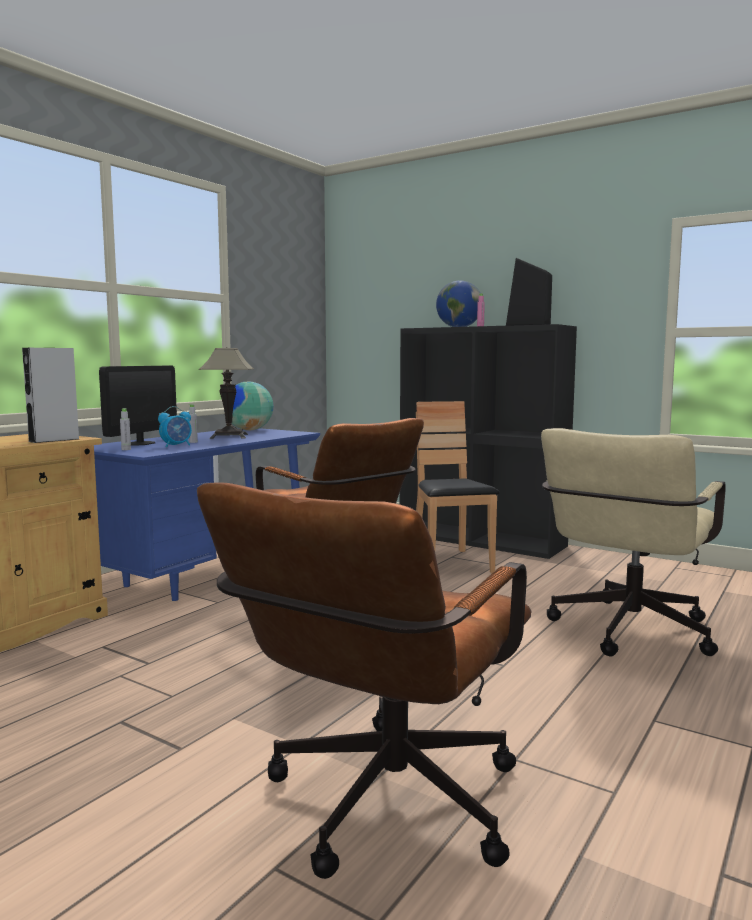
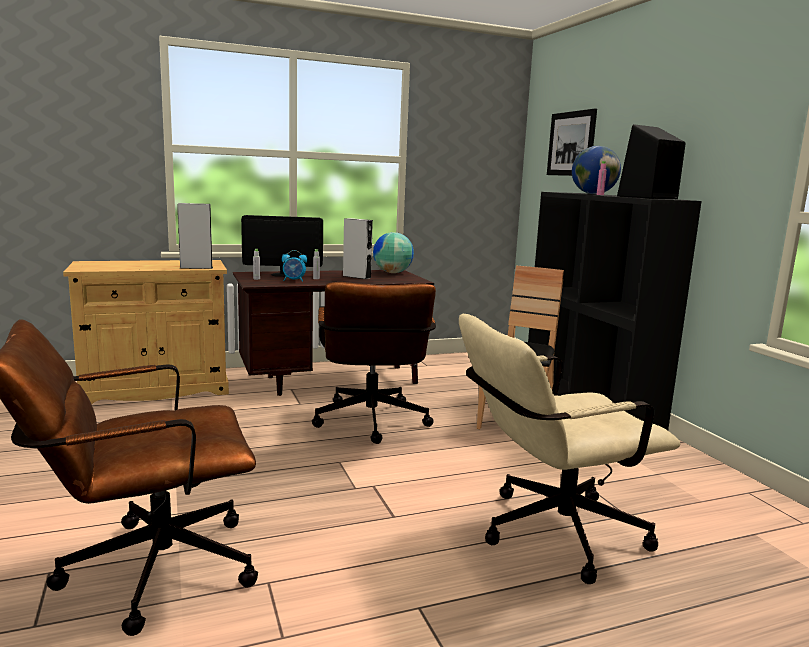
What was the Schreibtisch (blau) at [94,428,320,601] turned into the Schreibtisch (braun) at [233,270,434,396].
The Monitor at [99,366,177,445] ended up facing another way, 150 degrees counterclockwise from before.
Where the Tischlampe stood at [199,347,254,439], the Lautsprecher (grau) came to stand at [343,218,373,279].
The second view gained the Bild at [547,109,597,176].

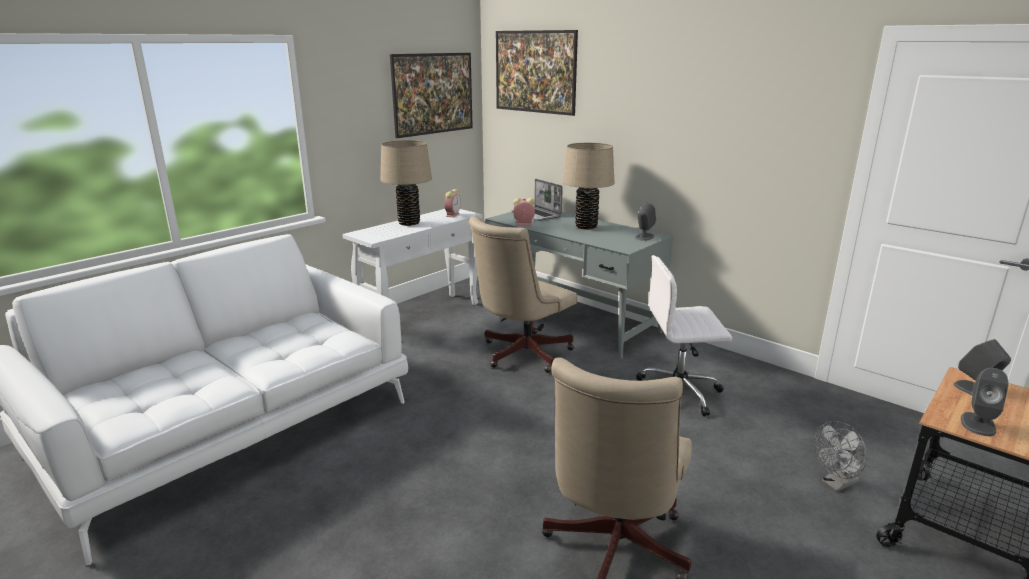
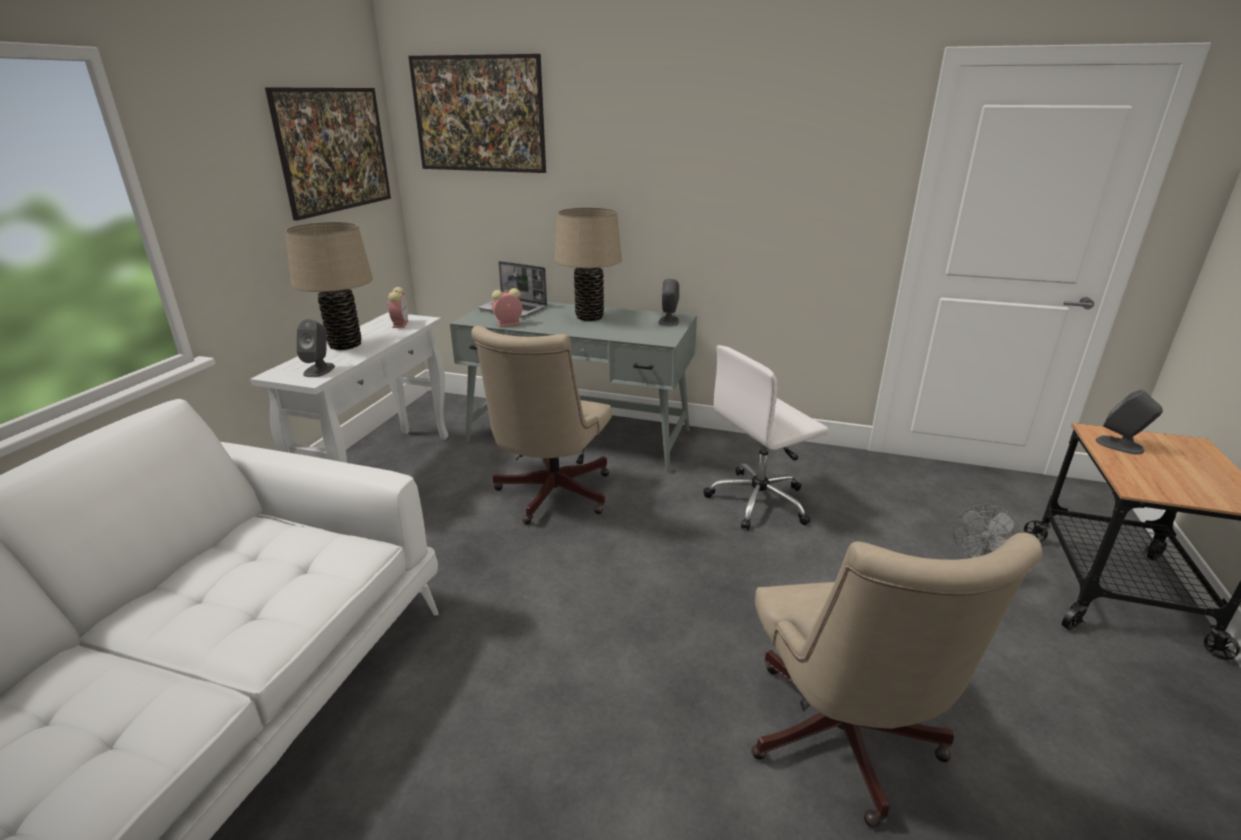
The Lautsprecher (grau) ended up elsewhere, having gone from [961,368,1009,436] to [296,319,335,377].

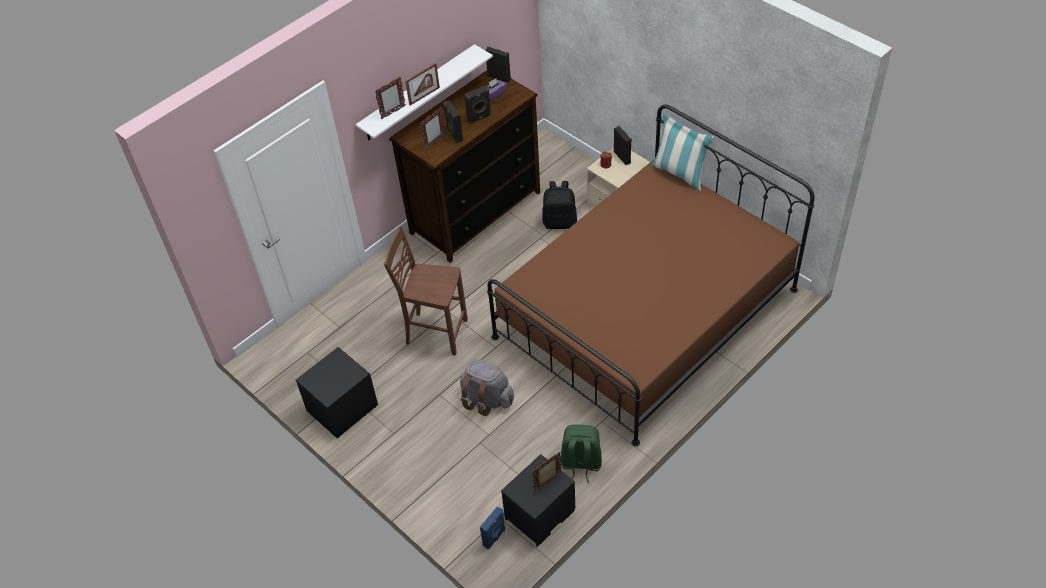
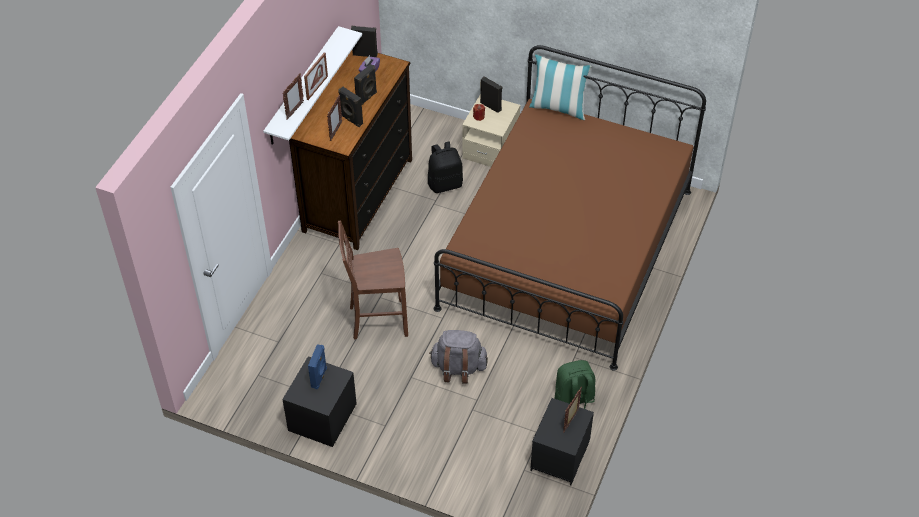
The Lautsprecher (blau) ended up elsewhere, having gone from [480,506,506,549] to [308,344,327,389].

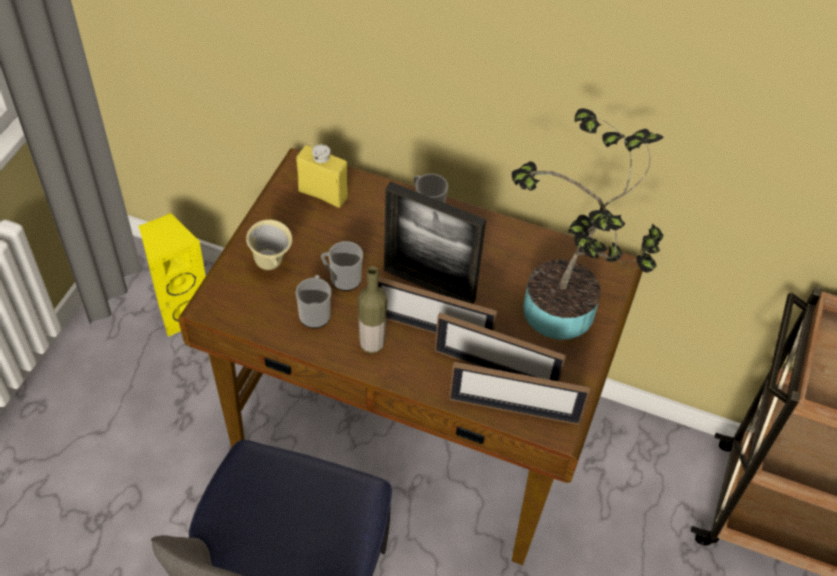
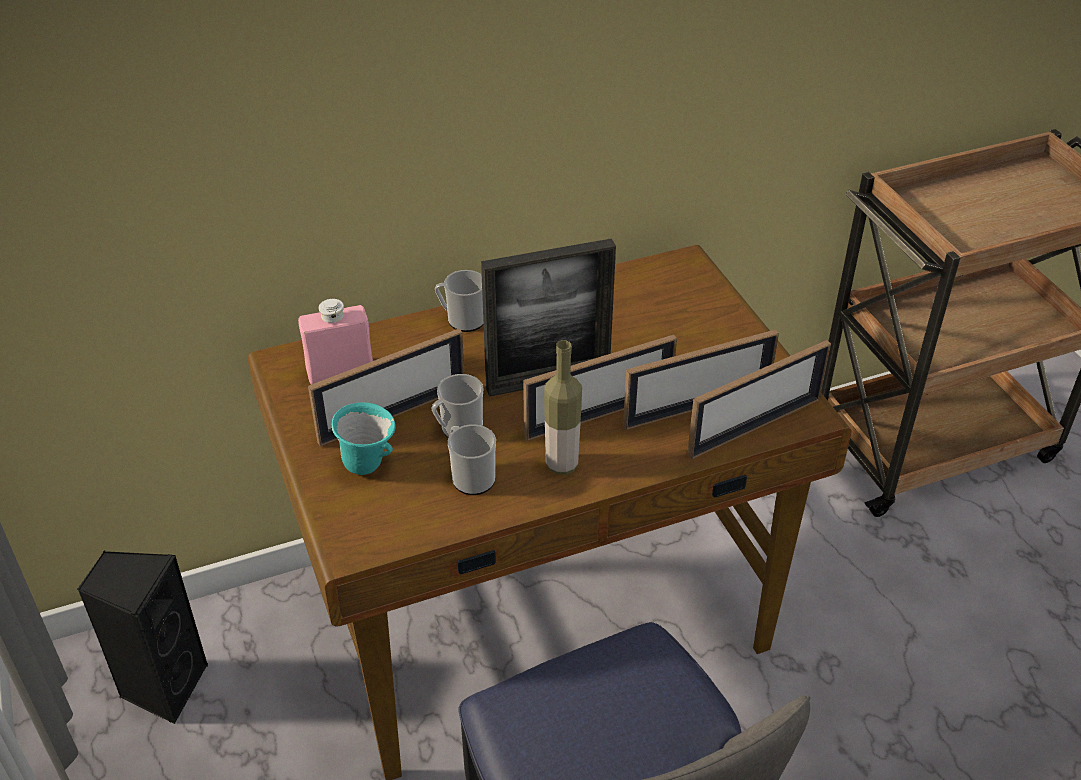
What was the Lautsprecher (gelb) at [139,213,206,337] turned into the Lautsprecher (schwarz) at [77,550,208,724].
What was the Flasche (gelb) at [296,144,348,208] turned into the Flasche (rosa) at [298,299,373,384].
The second view gained the Bilderrahmen at [308,329,465,447].
What was the Henkelbecher (beige) at [246,220,292,270] turned into the Henkelbecher (türkis) at [332,402,396,475].
The second view lost the Topfpflanze at [512,108,664,340].

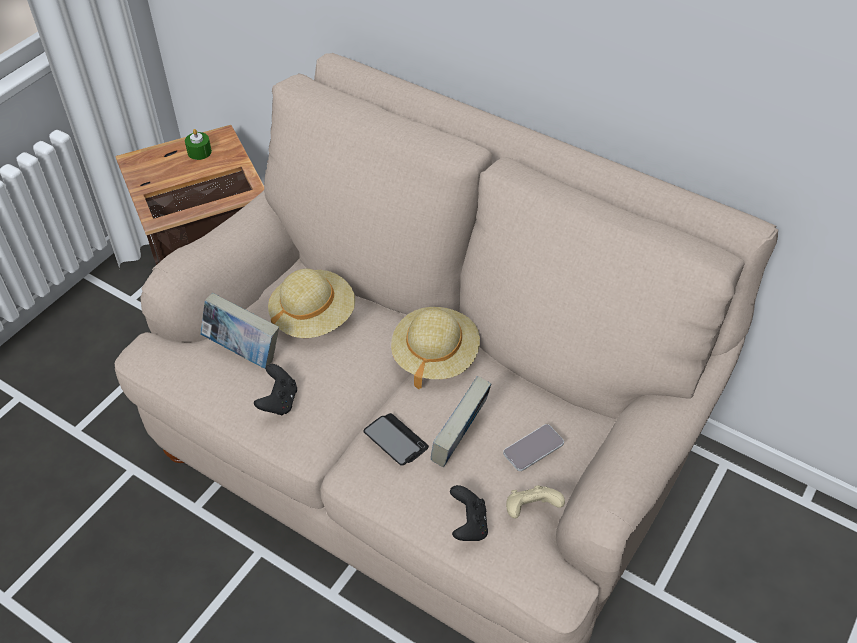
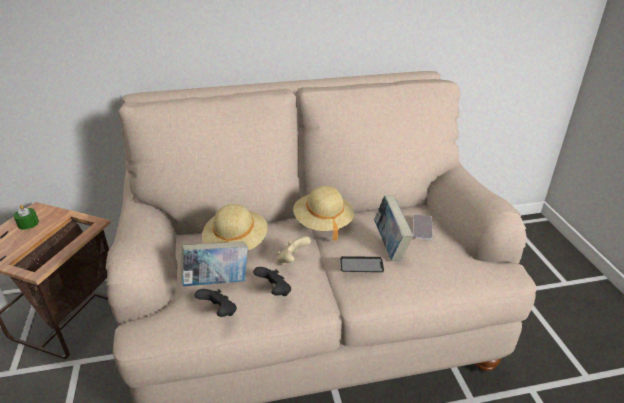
The Gamepad (schwarz) ended up elsewhere, having gone from [450,485,488,541] to [195,289,237,317].
The Gamepad (beige) ended up elsewhere, having gone from [506,485,565,518] to [277,236,311,265].

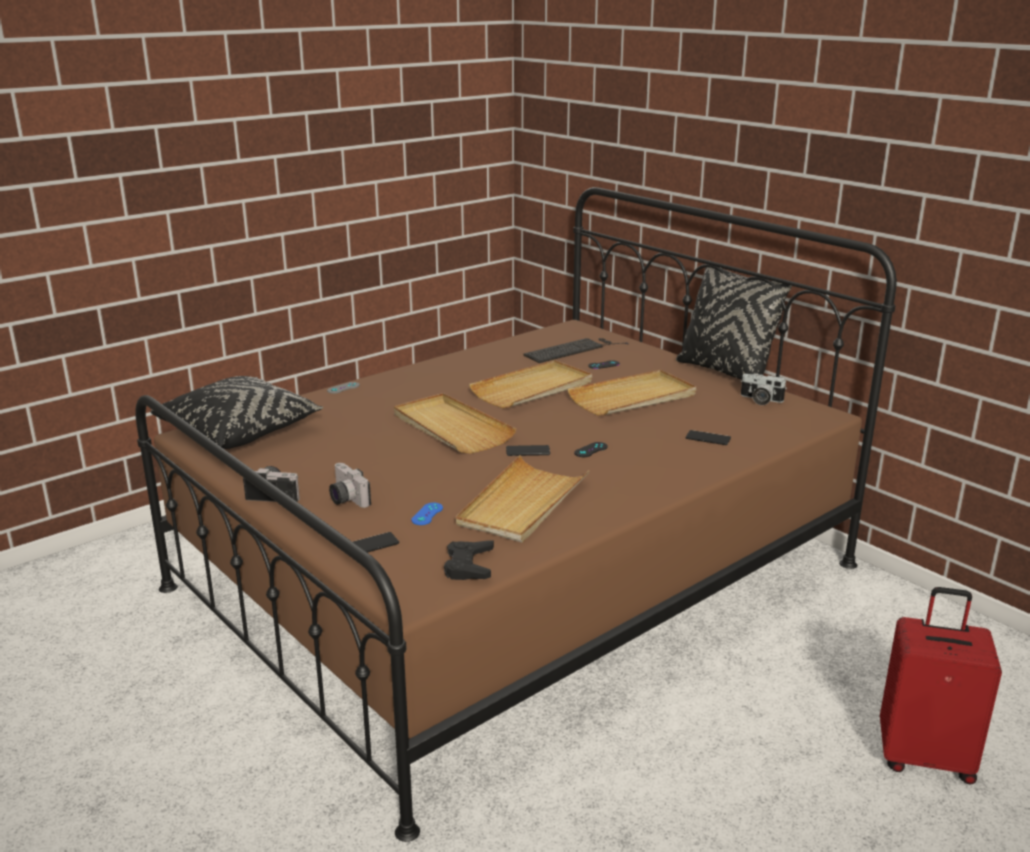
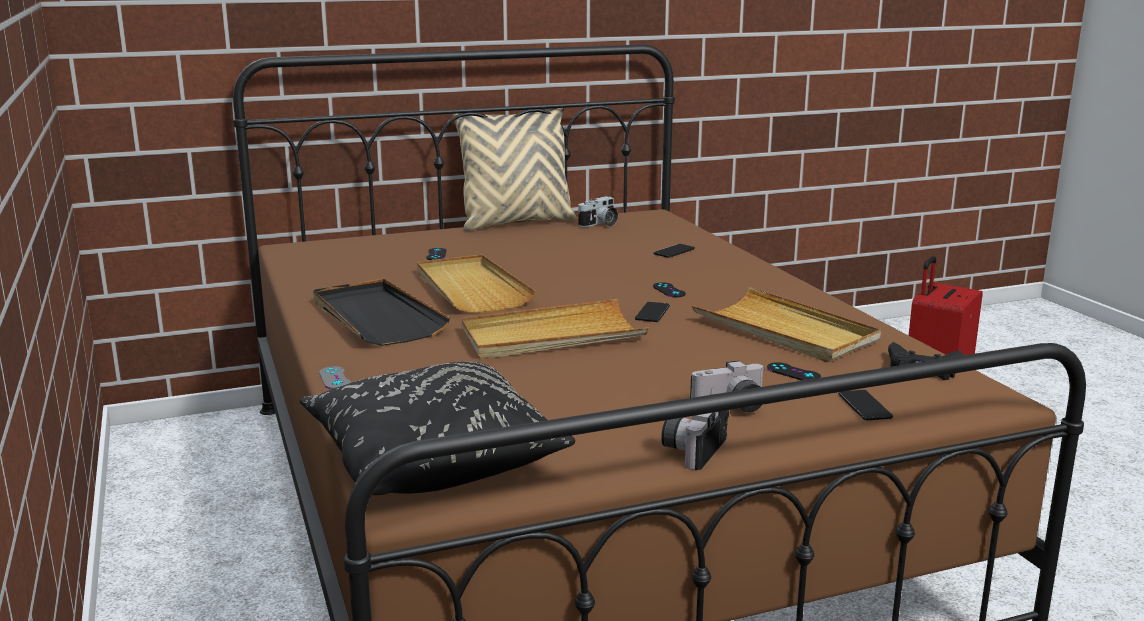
The second view gained the Tablett (schwarz) at [313,279,451,346].
What was the Kissen (schwarz) at [676,260,792,380] turned into the Kissen (beige) at [453,108,576,231].
What was the Gamepad (blau) at [411,503,443,525] turned into the Gamepad (schwarz) at [767,362,821,381].
The second view lost the Tastatur at [524,338,629,363].
The second view lost the Tablett (beige) at [568,370,696,416].

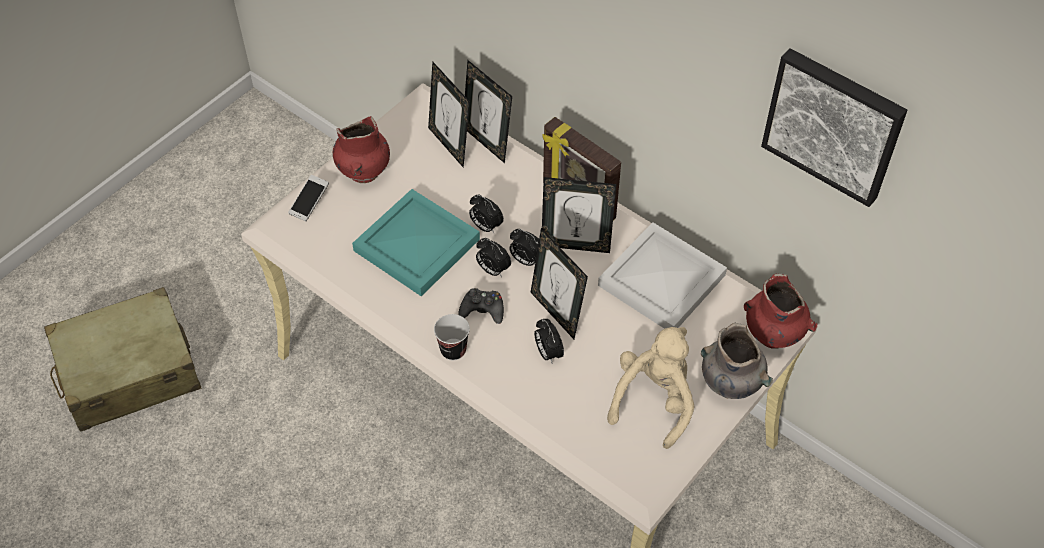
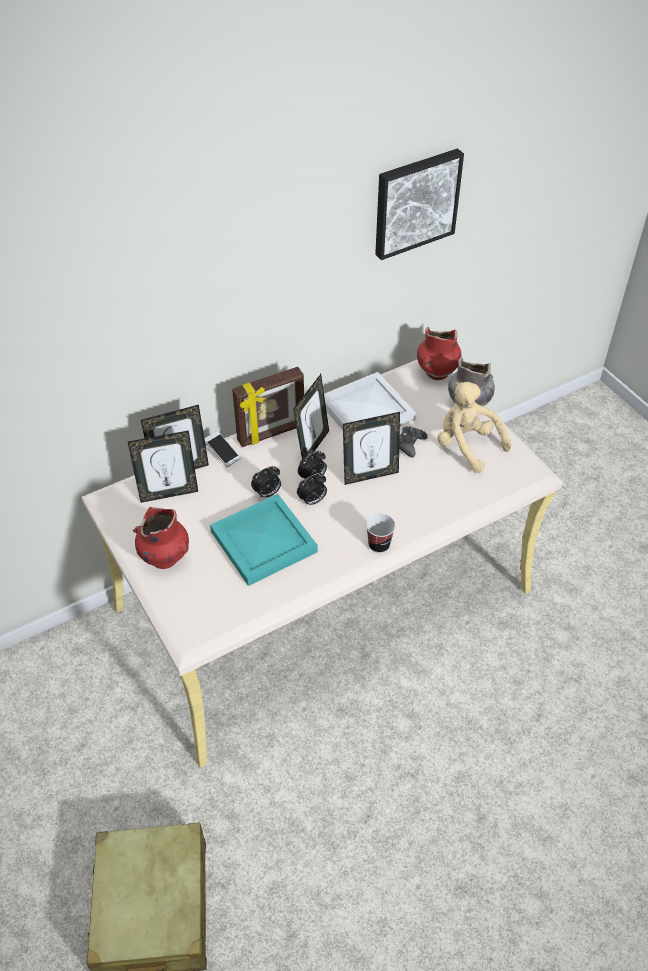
The Handy ended up elsewhere, having gone from [288,175,329,222] to [204,431,241,467].
The Gamepad (schwarz) ended up elsewhere, having gone from [458,288,504,324] to [399,426,428,457].
The second view lost the Wecker at [534,319,564,363].

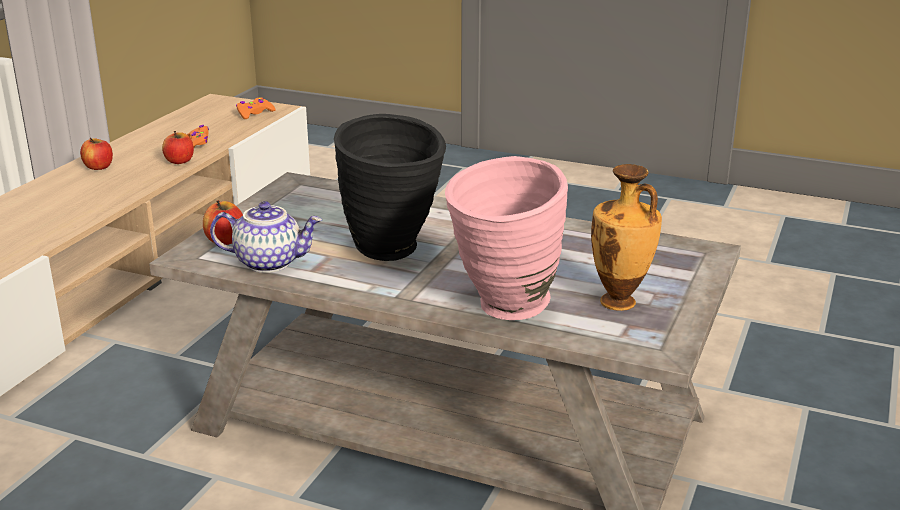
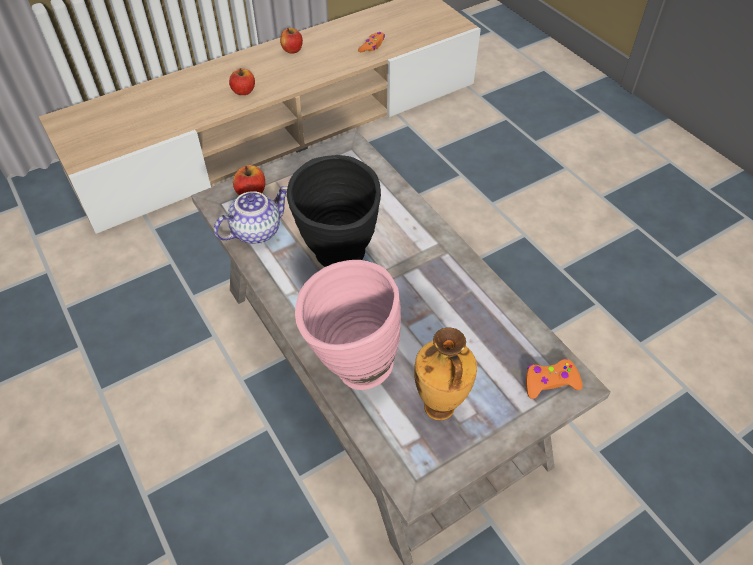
The Teekanne at [210,201,322,273] ended up facing another way, 75 degrees counterclockwise from before.
The Apfel ended up elsewhere, having gone from [162,131,194,164] to [229,68,255,95].
The Gamepad (orange) ended up elsewhere, having gone from [236,97,276,119] to [526,359,583,399].

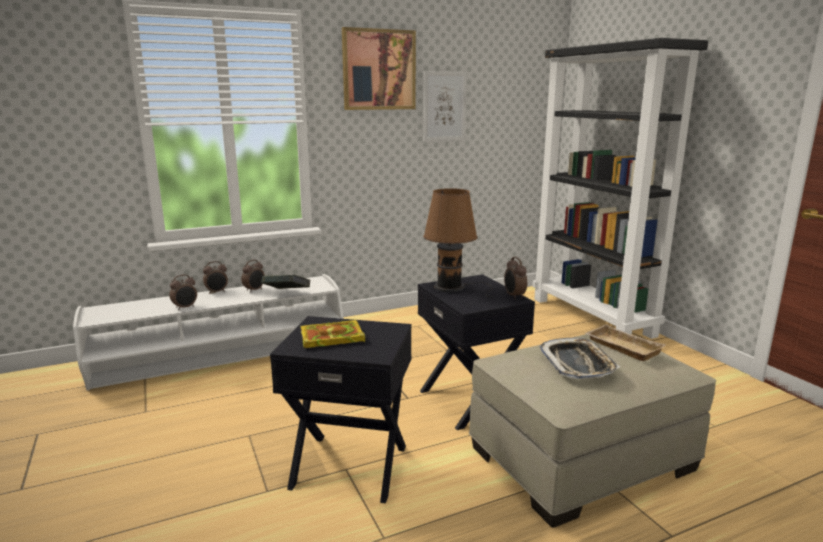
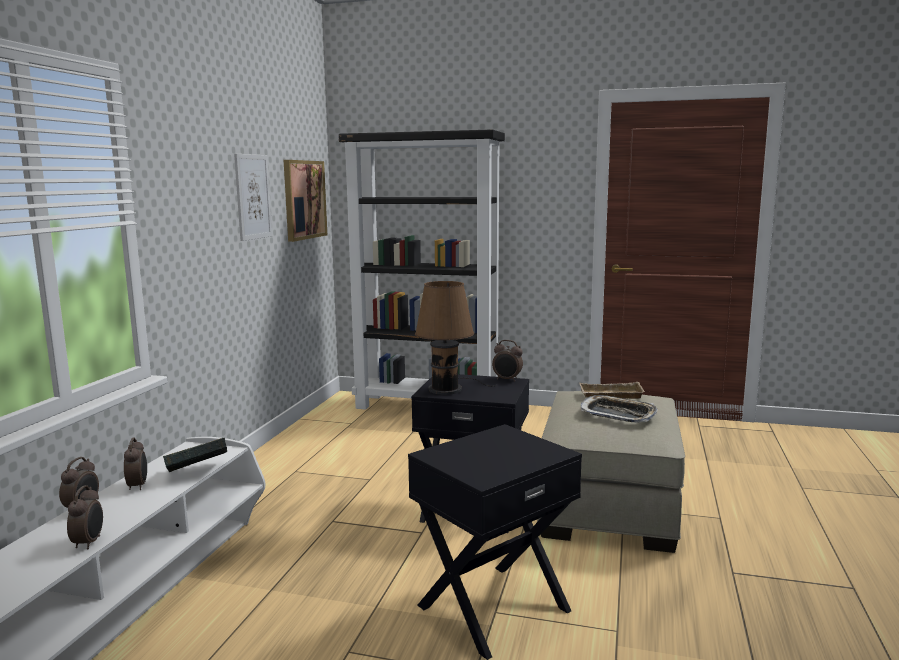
The Bild ended up elsewhere, having gone from [342,27,416,110] to [283,160,327,242].
The second view lost the Buch at [300,320,365,348].

